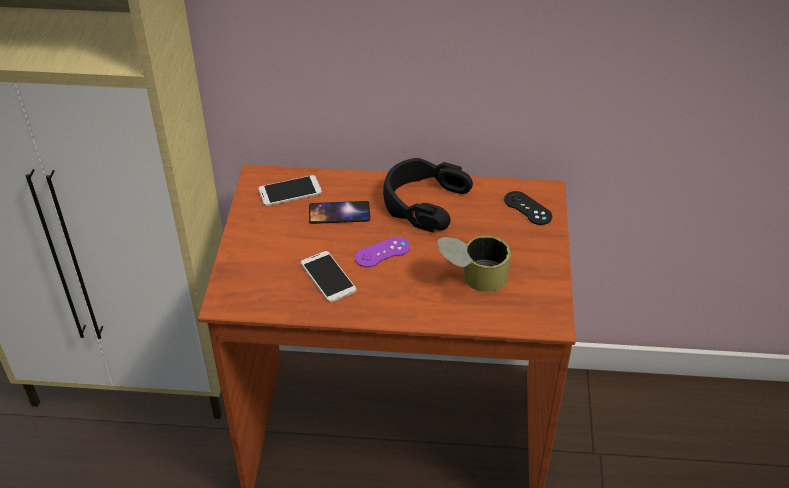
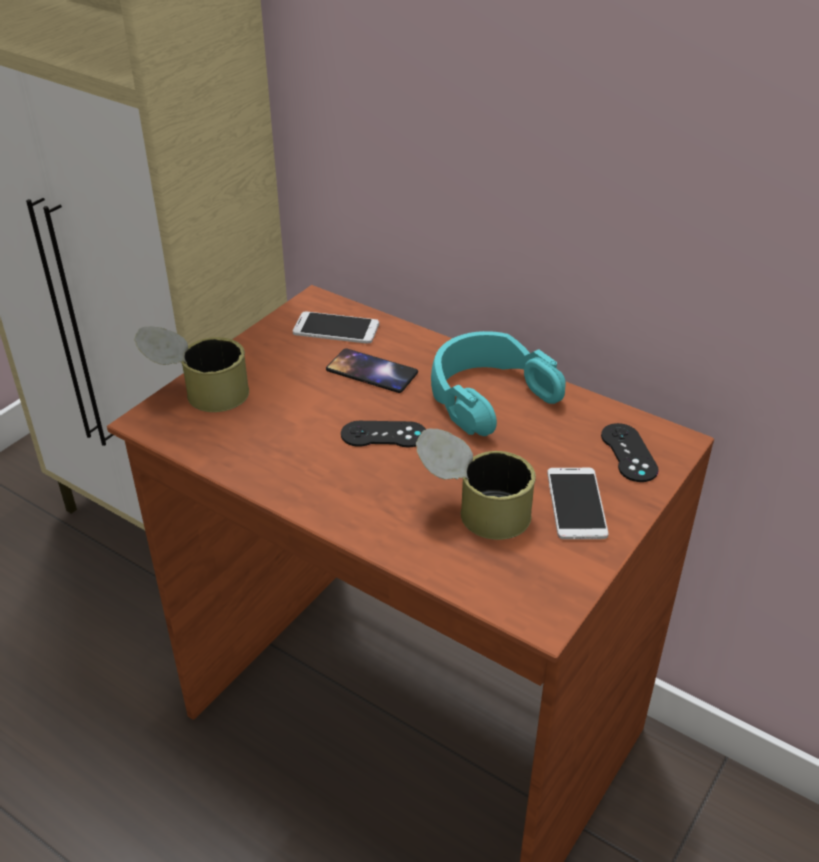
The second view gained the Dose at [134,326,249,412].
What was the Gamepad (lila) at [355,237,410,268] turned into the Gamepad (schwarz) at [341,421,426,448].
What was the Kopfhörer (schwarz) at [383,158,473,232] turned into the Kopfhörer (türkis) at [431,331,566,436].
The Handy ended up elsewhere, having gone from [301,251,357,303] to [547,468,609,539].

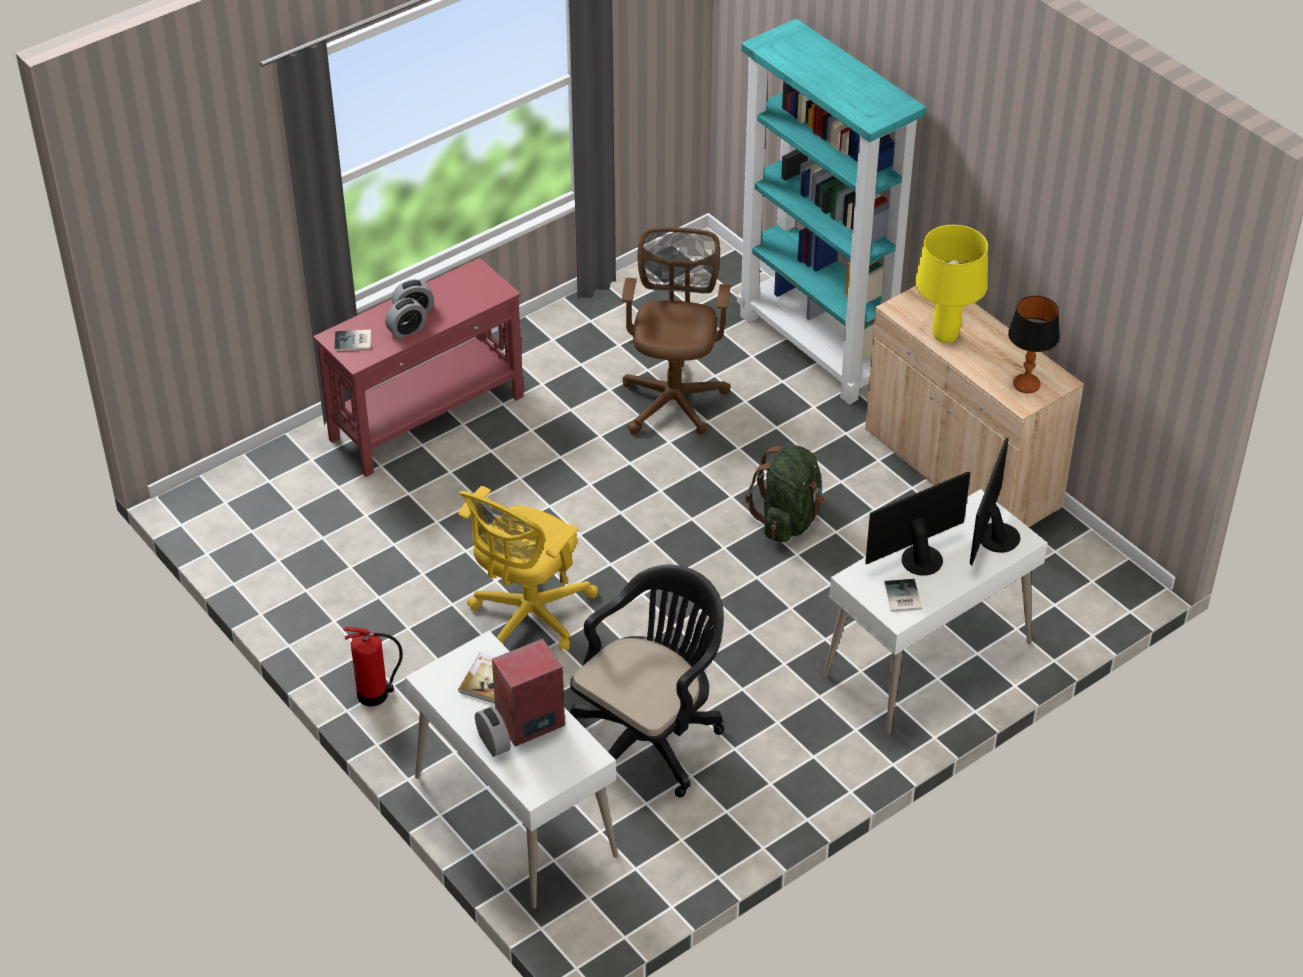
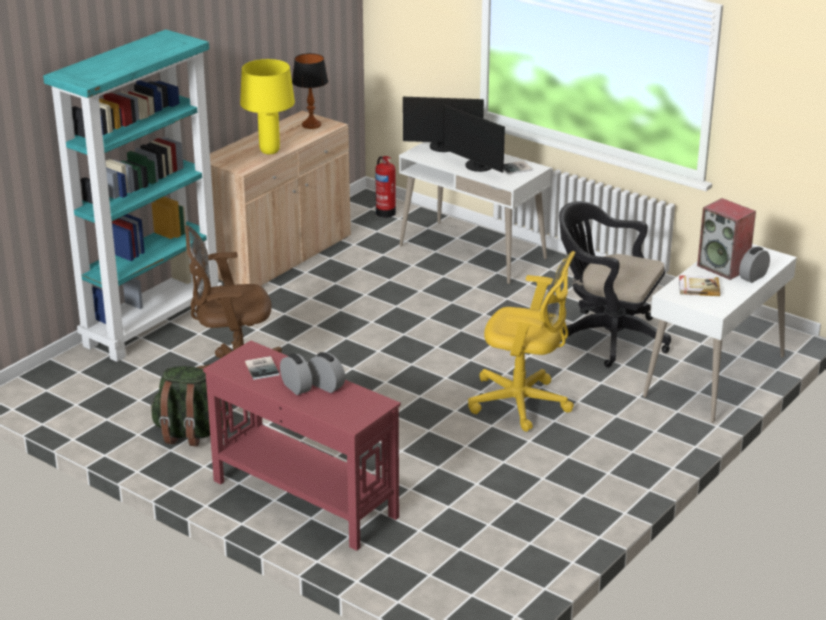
The Rucksack (grün) ended up elsewhere, having gone from [745,445,825,542] to [150,366,229,446].
The Buch ended up elsewhere, having gone from [334,330,371,351] to [245,356,279,380].
The Feuerlöscher ended up elsewhere, having gone from [343,627,403,706] to [375,156,396,218].

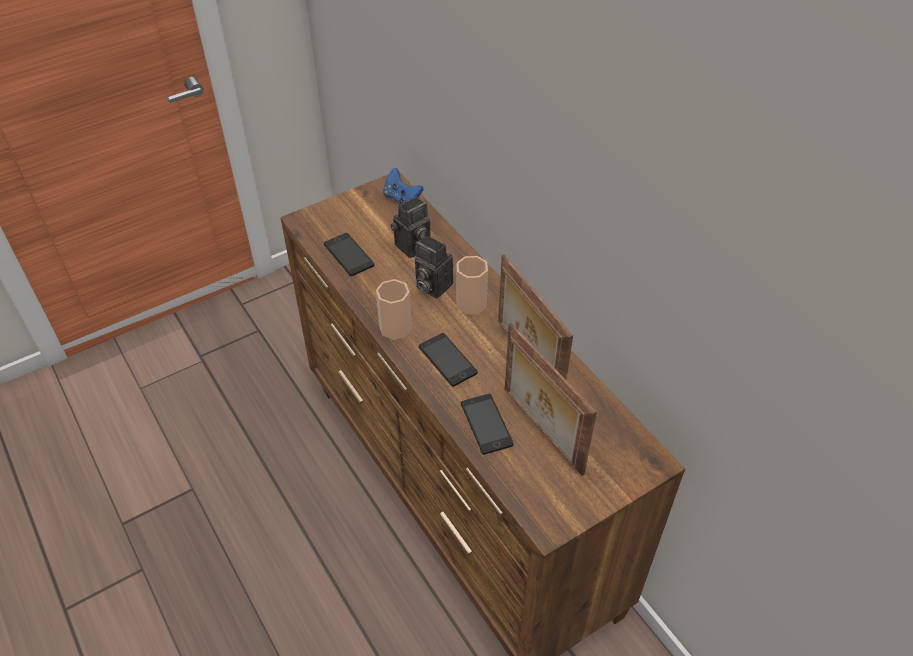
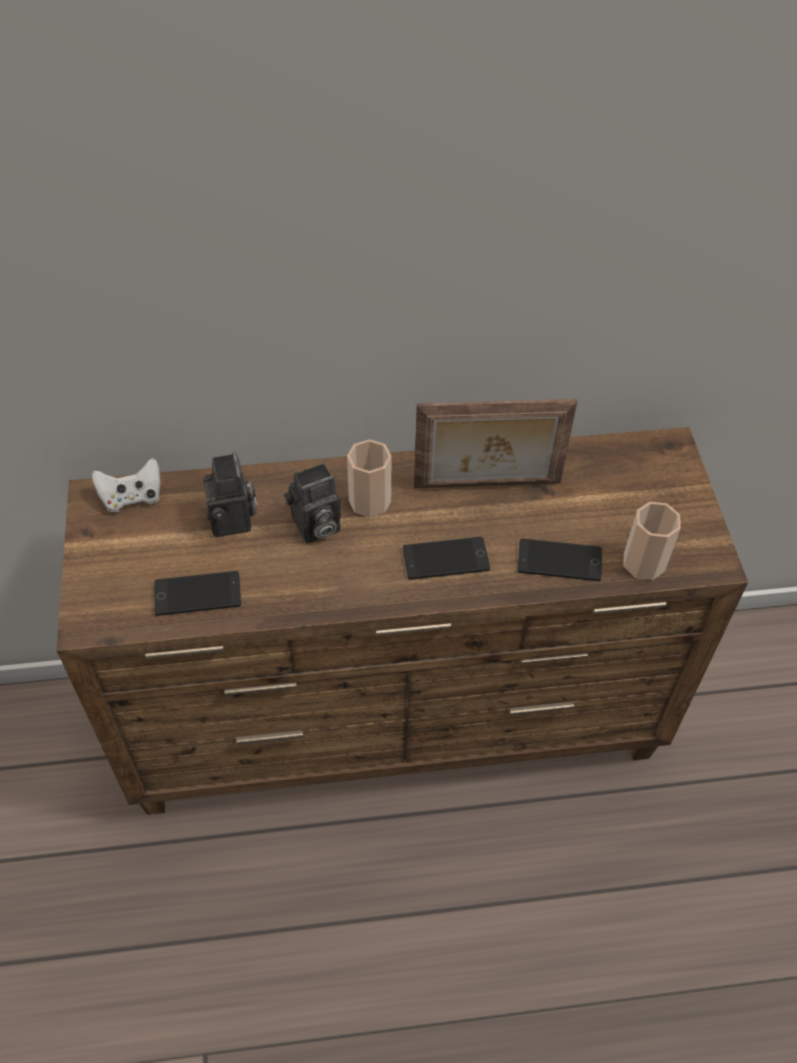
What was the Gamepad (blau) at [383,168,423,205] turned into the Gamepad (weiß) at [92,458,160,512].
The Tasse ended up elsewhere, having gone from [376,279,412,340] to [624,502,681,580].
The second view lost the Bilderrahmen at [505,323,597,476].

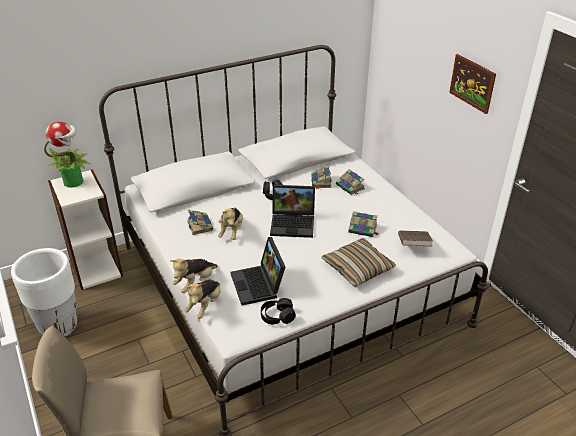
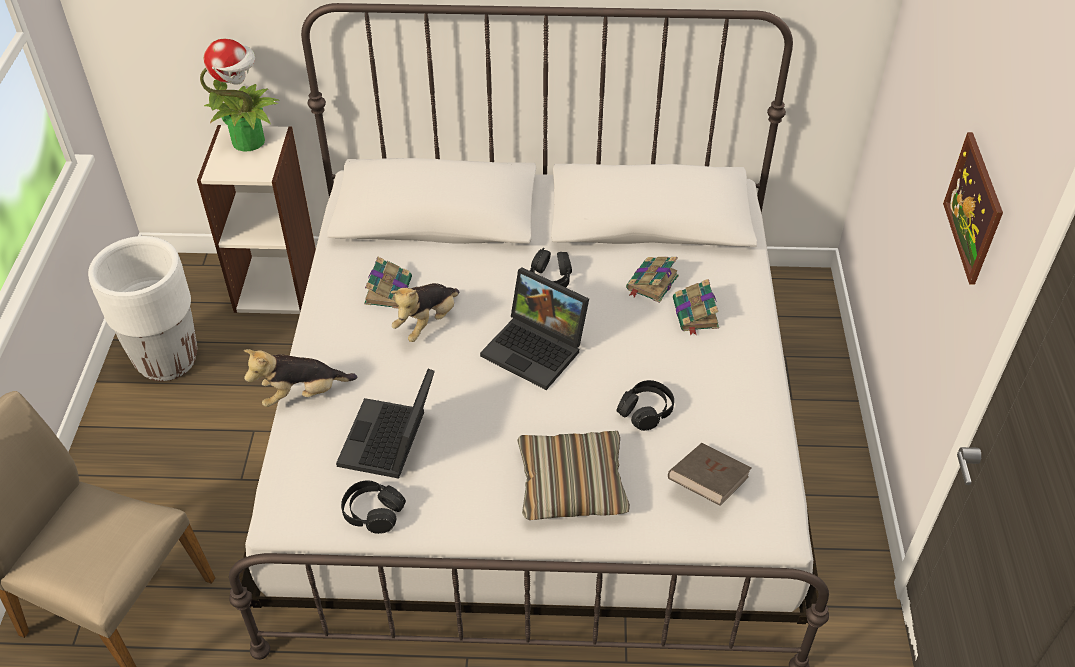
Where the Buch stood at [348,211,379,237], the Kopfhörer (schwarz) came to stand at [617,380,674,431].
The second view lost the Plüschtier at [184,280,221,318].

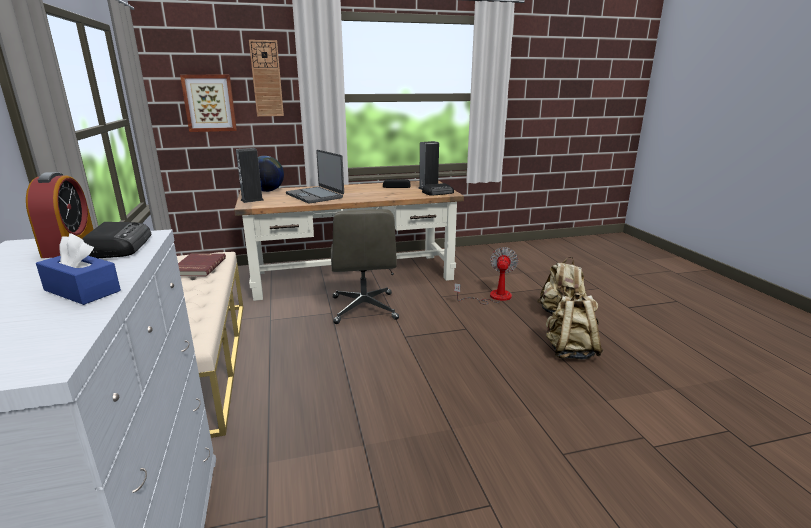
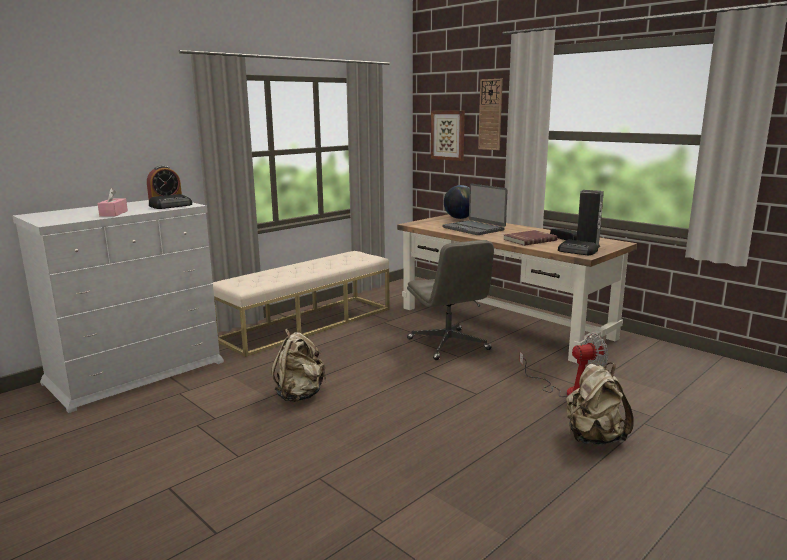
What was the Taschentuchbox (blau) at [36,233,121,305] turned into the Taschentuchbox (rosa) at [97,188,128,217].
The Rucksack (beige) ended up elsewhere, having gone from [546,293,604,360] to [271,328,326,402].
The Bürostuhl (grau) at [331,209,399,324] ended up facing another way, 75 degrees counterclockwise from before.
The Laptop at [286,150,344,204] ended up facing another way, 60 degrees counterclockwise from before.
The Buch (rot) ended up elsewhere, having gone from [178,253,226,276] to [503,230,558,246].
The second view lost the Lautsprecher at [236,148,264,203].

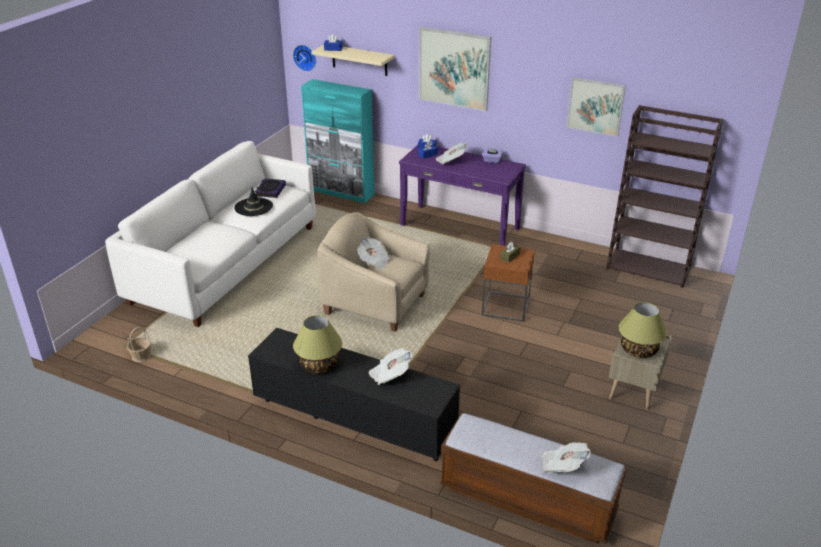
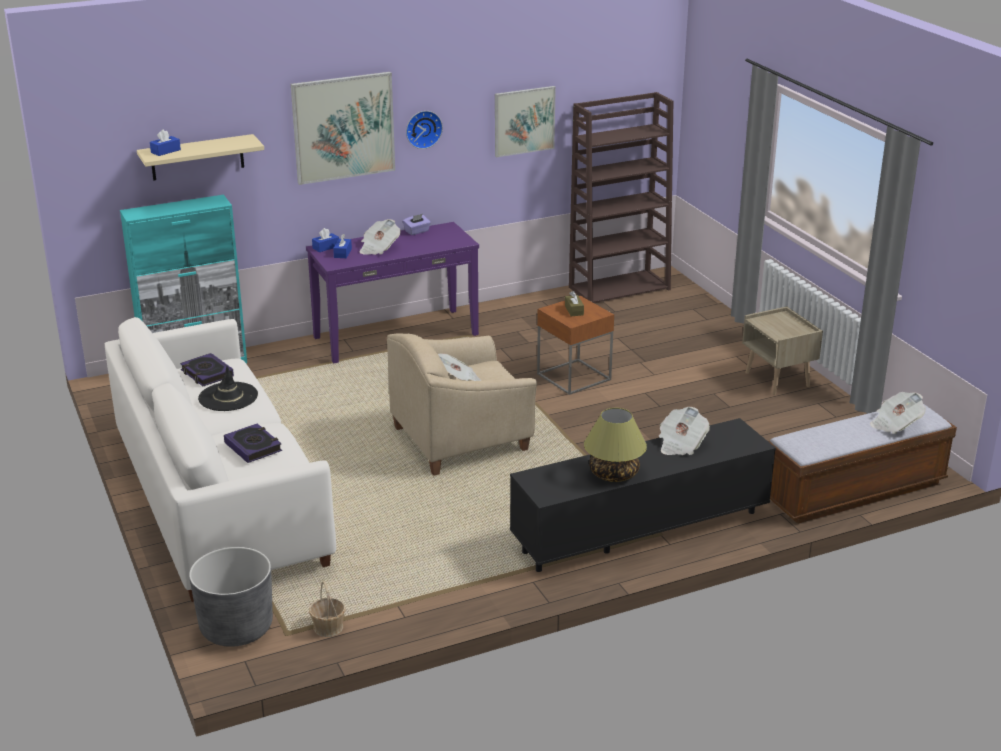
The second view gained the Pflanzkübel (grau) at [189,547,273,647].
The second view gained the Buch at [224,424,282,463].
The Wanduhr ended up elsewhere, having gone from [293,45,316,72] to [406,111,443,149].
The second view lost the Tischlampe at [619,302,667,358].

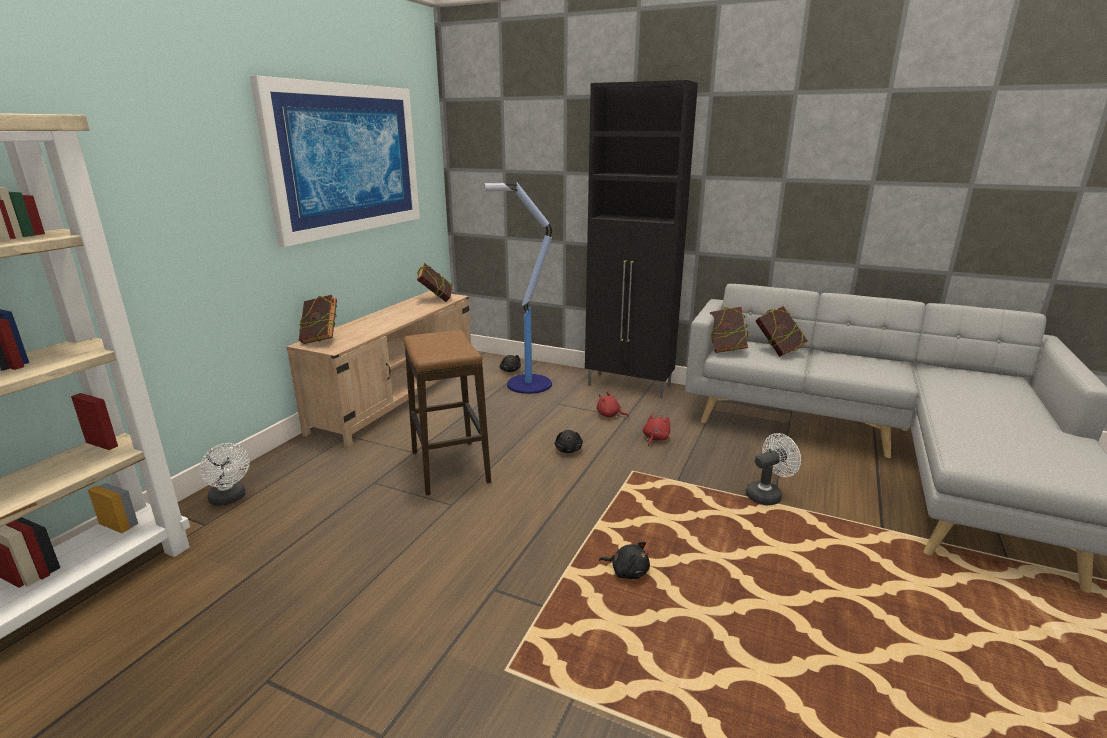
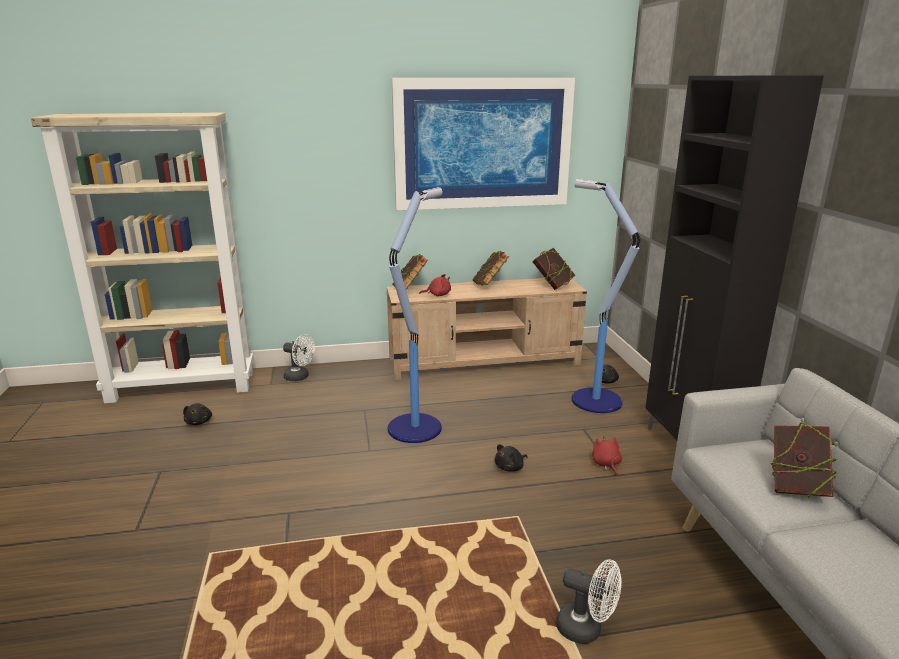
The Plüschtier (schwarz) ended up elsewhere, having gone from [599,542,650,579] to [183,403,212,425].
The Ventilator (weiß) at [200,443,250,506] ended up facing another way, 75 degrees counterclockwise from before.
Where the Hocker stood at [404,330,491,496], the Stehlampe came to stand at [388,187,443,443].
The Plüschtier (rot) ended up elsewhere, having gone from [643,413,670,446] to [419,274,451,296].
The Buch ended up elsewhere, having gone from [710,307,749,353] to [472,251,509,286].

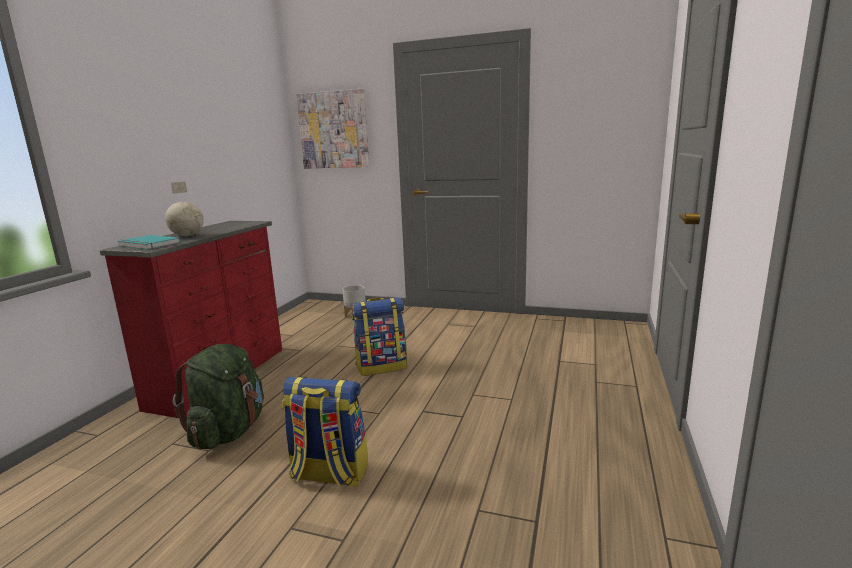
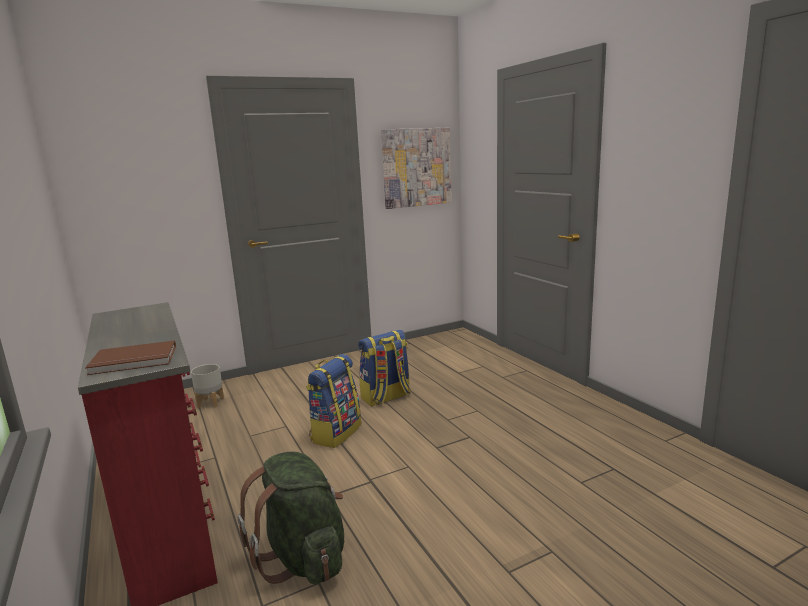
What was the Buch (türkis) at [118,235,181,250] turned into the Buch (braun) at [85,340,176,375].
The Rucksack ended up elsewhere, having gone from [282,377,368,487] to [358,330,411,407].
The Bild ended up elsewhere, having gone from [296,89,369,169] to [381,128,452,209].
The second view lost the Globus at [165,181,204,236].

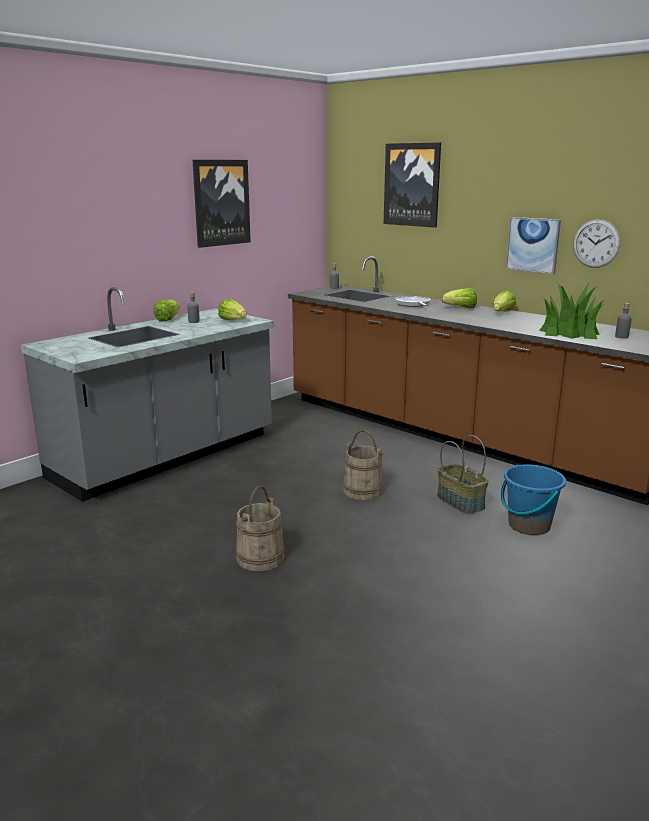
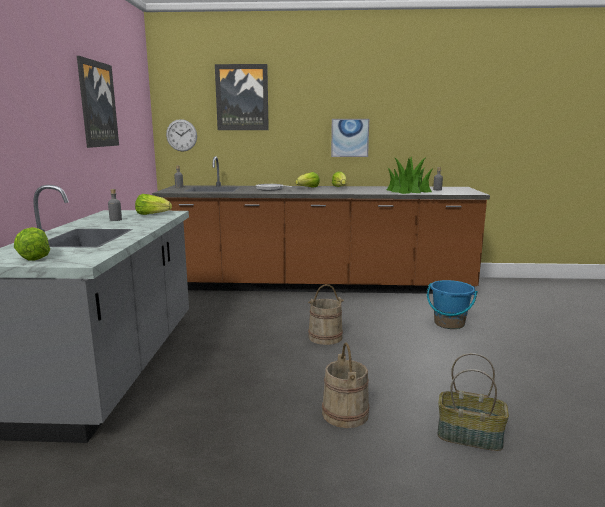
The Salatkopf ended up elsewhere, having gone from [153,299,180,322] to [14,227,50,261].
The Wanduhr ended up elsewhere, having gone from [573,219,621,268] to [166,119,197,152].
The Korb ended up elsewhere, having gone from [437,435,488,514] to [438,353,509,451].

